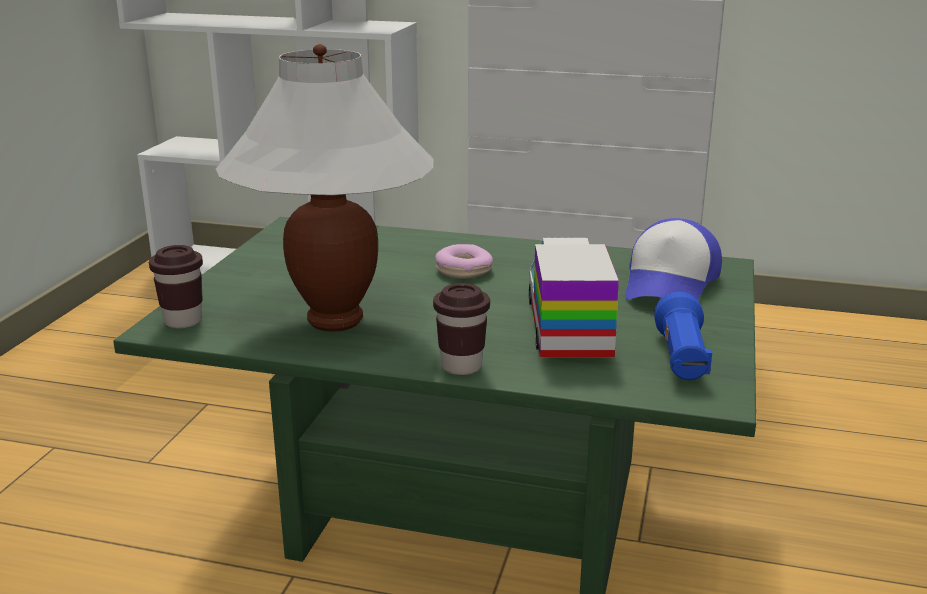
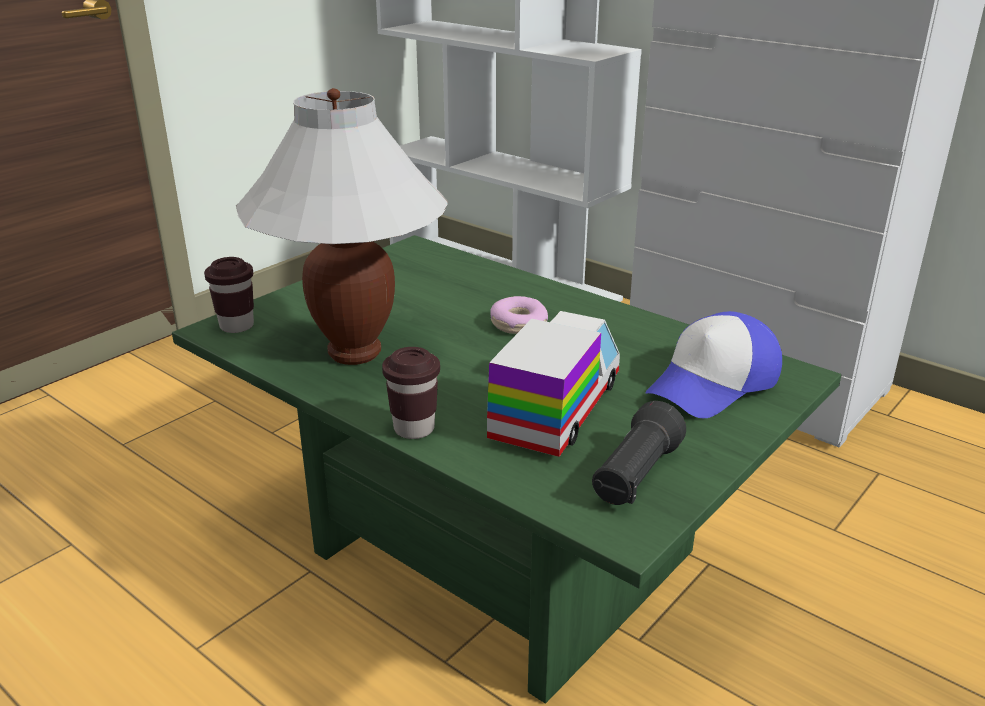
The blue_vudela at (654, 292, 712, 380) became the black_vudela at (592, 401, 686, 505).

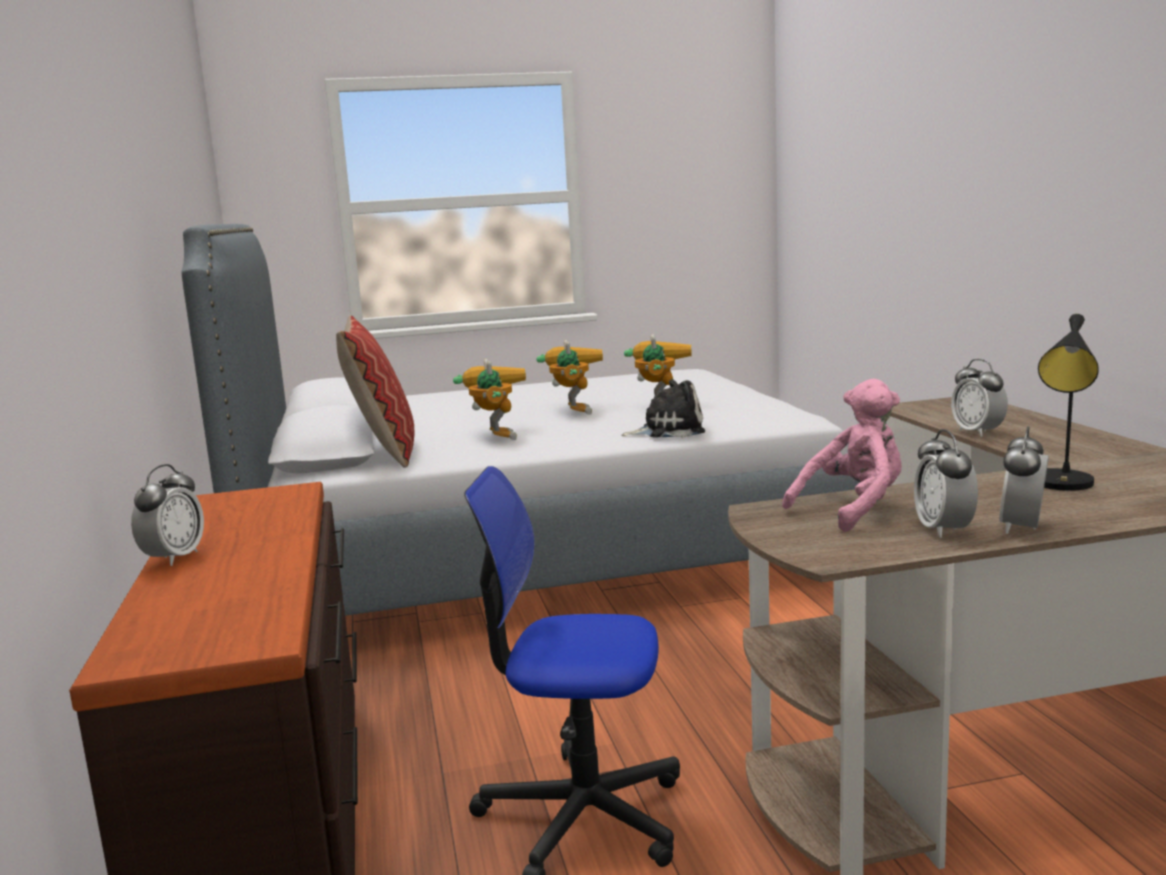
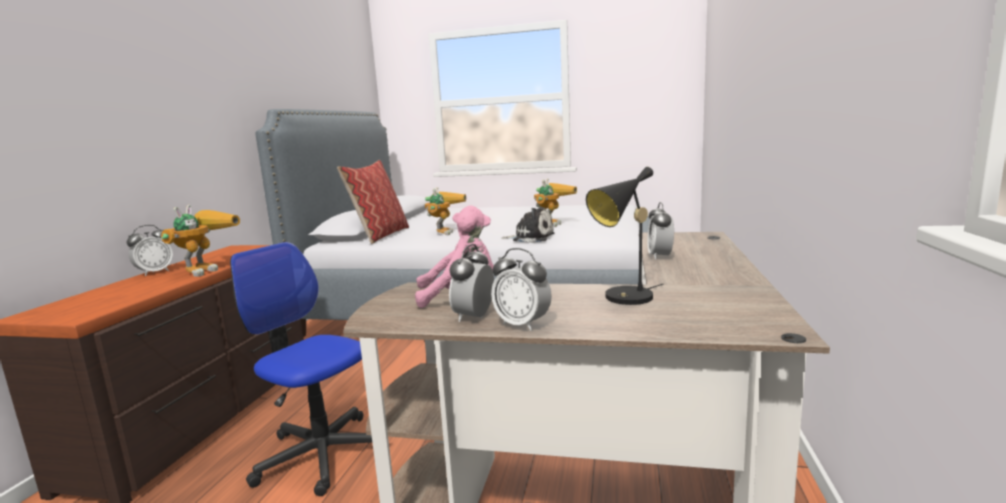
The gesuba moved from (536, 340, 603, 415) to (161, 205, 240, 277).
The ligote at (999, 426, 1049, 534) turned 105 degrees counterclockwise.

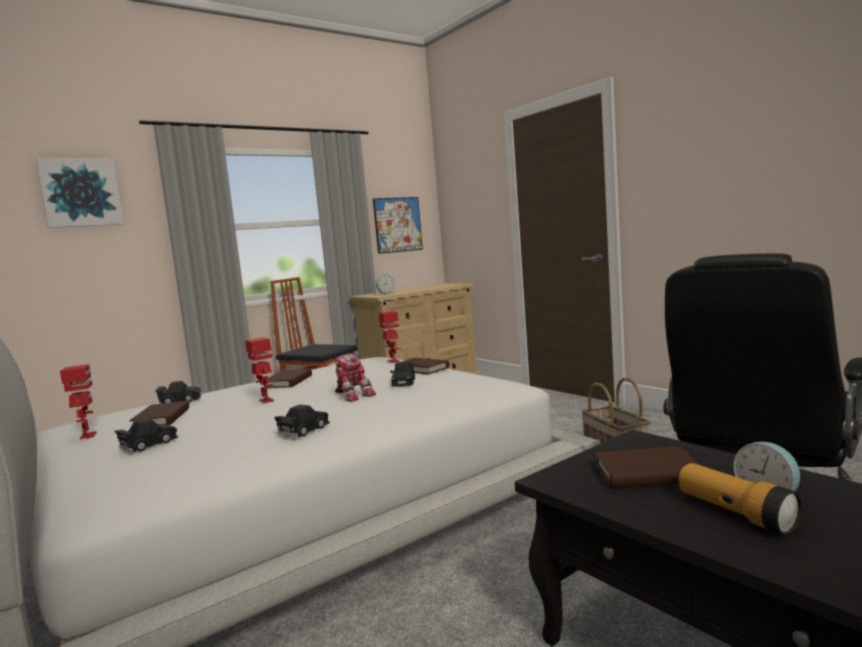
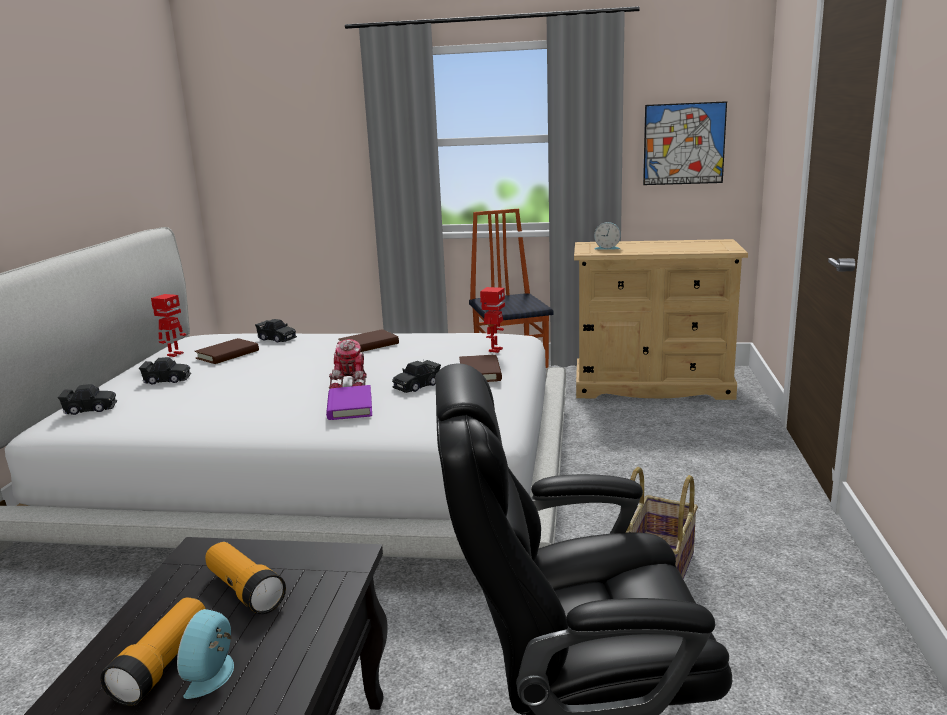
The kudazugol at (35, 157, 124, 228) disappeared.
The gesuba at (245, 337, 274, 403) disappeared.
The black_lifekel moved from (274, 404, 330, 437) to (58, 384, 117, 415).
The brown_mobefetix at (595, 446, 700, 488) was replaced by the vudela at (205, 542, 286, 614).
The purple_mobefetix at (326, 385, 372, 420) appeared.

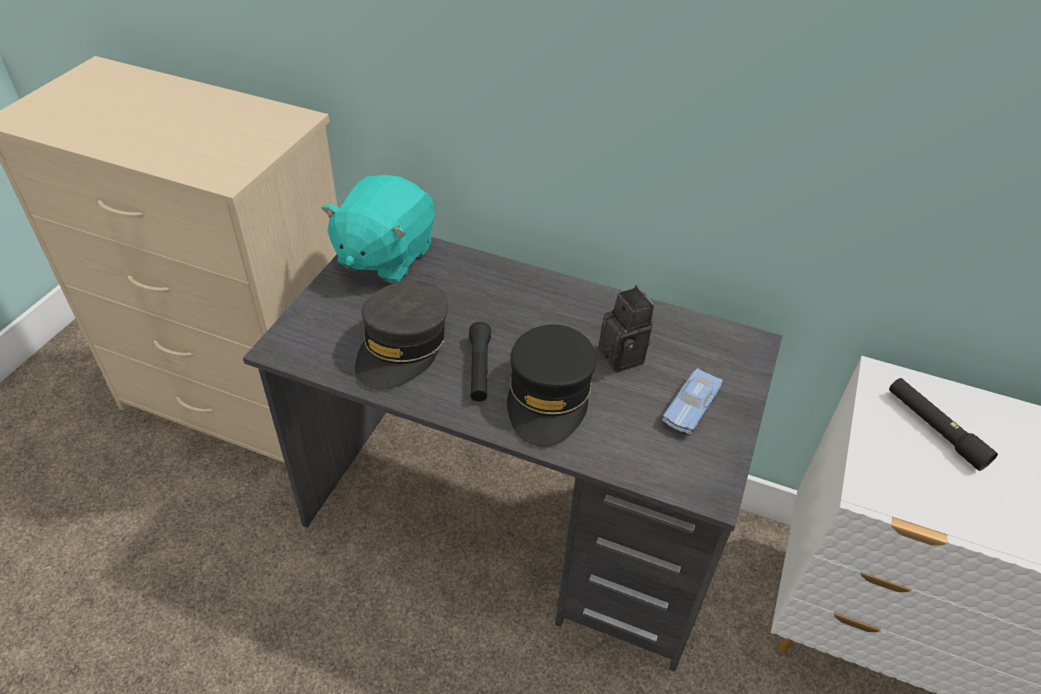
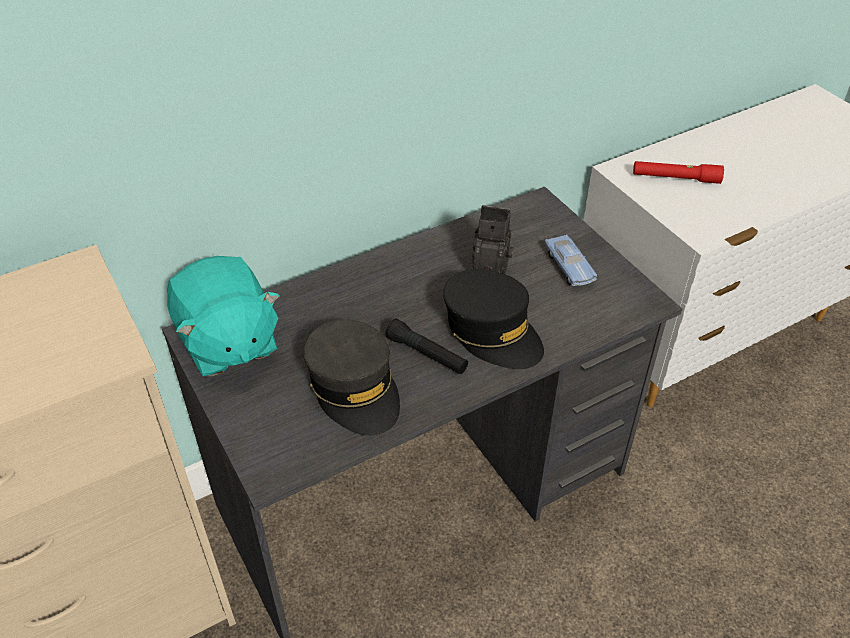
The black_vudela at (889, 378, 998, 471) became the red_vudela at (633, 161, 724, 184).

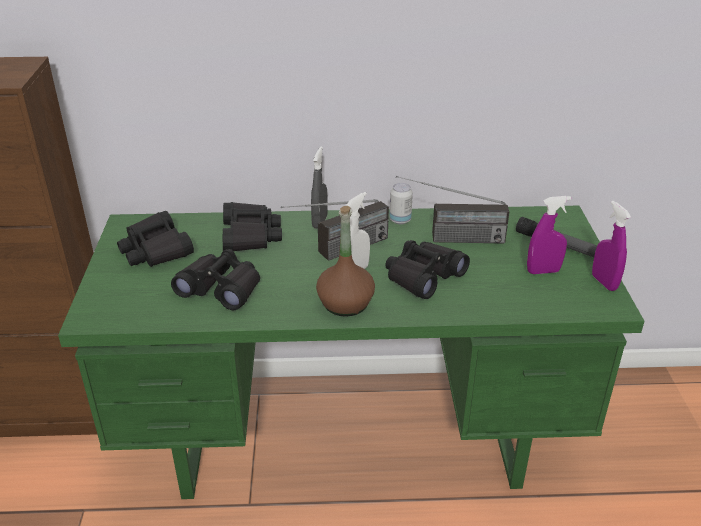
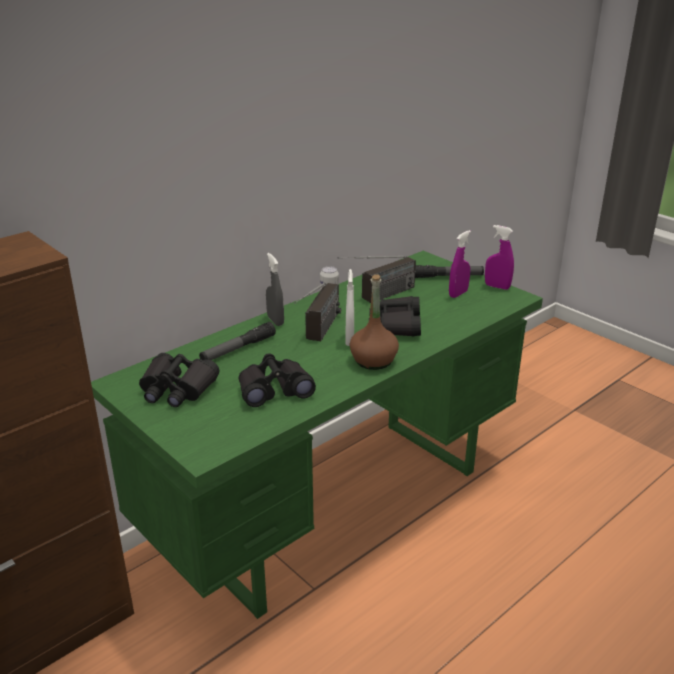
The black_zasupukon at (223, 202, 282, 251) was replaced by the vudela at (199, 322, 276, 360).

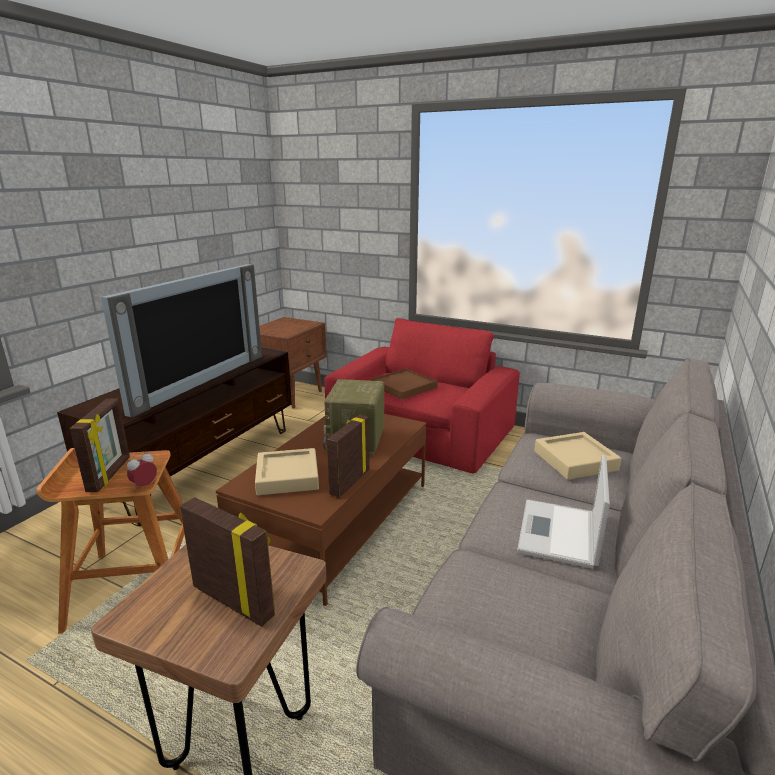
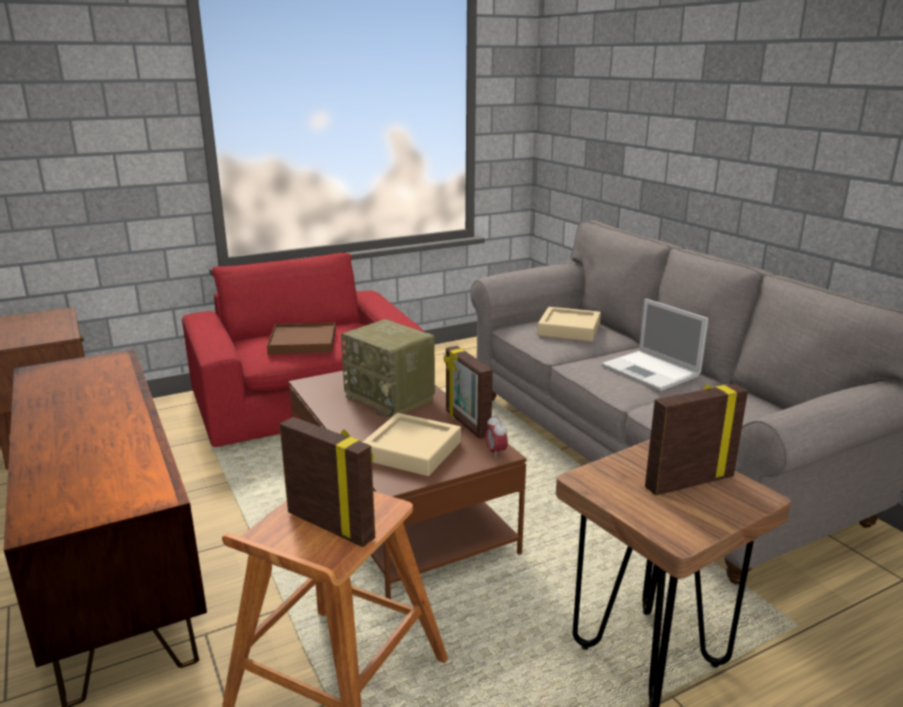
The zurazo at (101, 264, 262, 417) disappeared.
The ligote moved from (127, 451, 157, 489) to (485, 415, 508, 458).

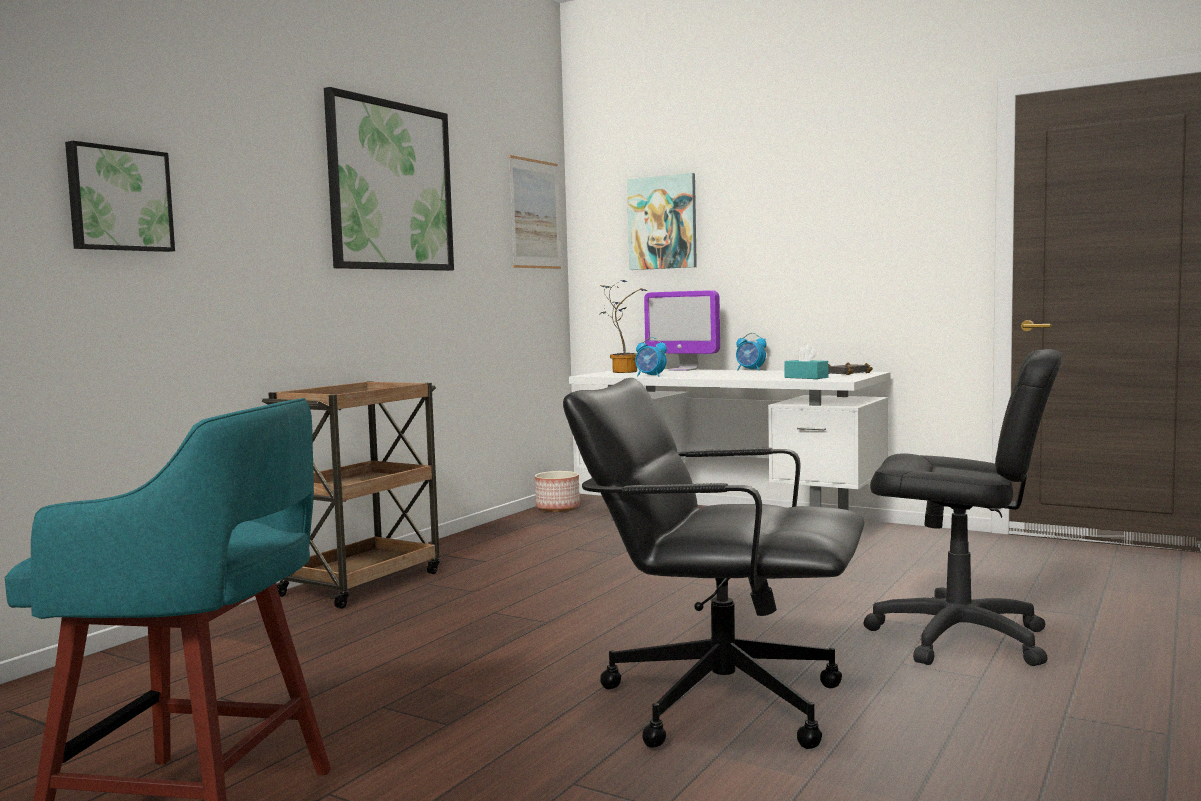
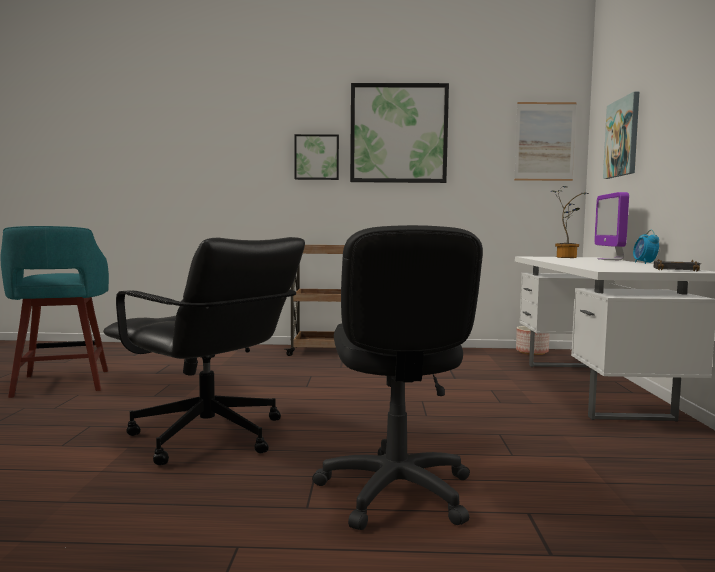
The kudazugol moved from (65, 141, 175, 252) to (295, 134, 339, 180).
The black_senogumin at (563, 378, 865, 749) turned 135 degrees clockwise.
The ligote at (635, 337, 667, 377) disappeared.
The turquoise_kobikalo at (784, 345, 828, 379) disappeared.

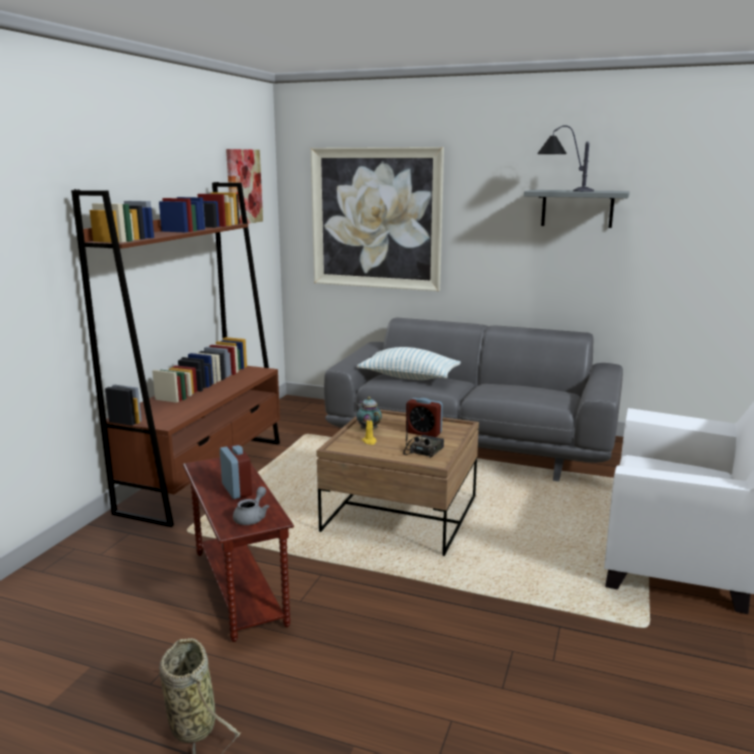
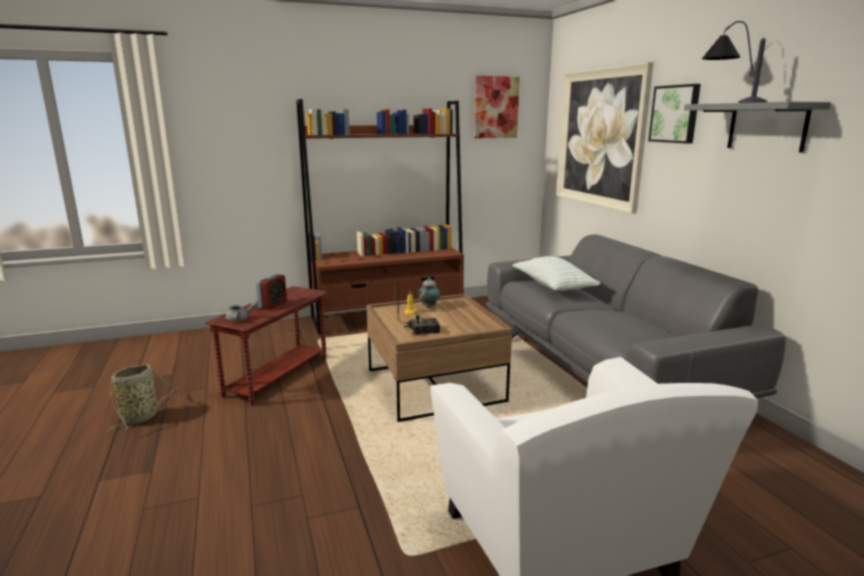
The ligote at (406, 398, 443, 437) disappeared.
The kudazugol at (648, 84, 701, 144) appeared.

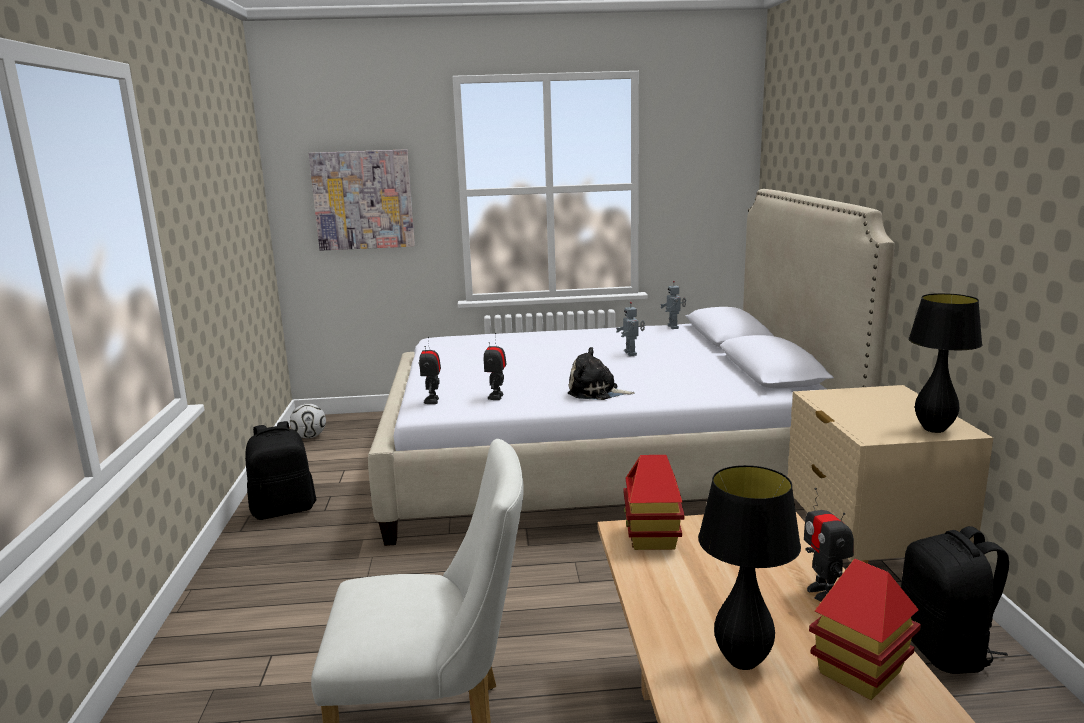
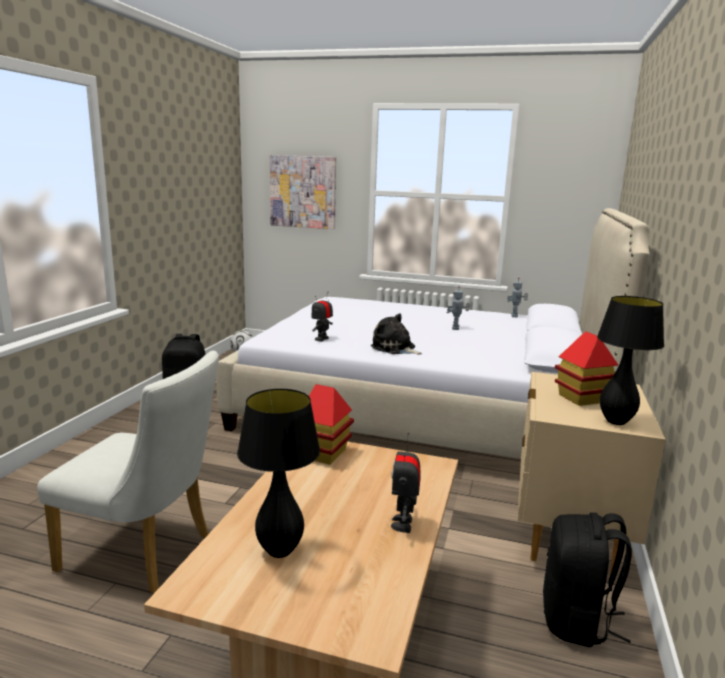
The gesuba at (419, 336, 441, 404) disappeared.
The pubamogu moved from (809, 559, 921, 700) to (555, 331, 618, 406).

